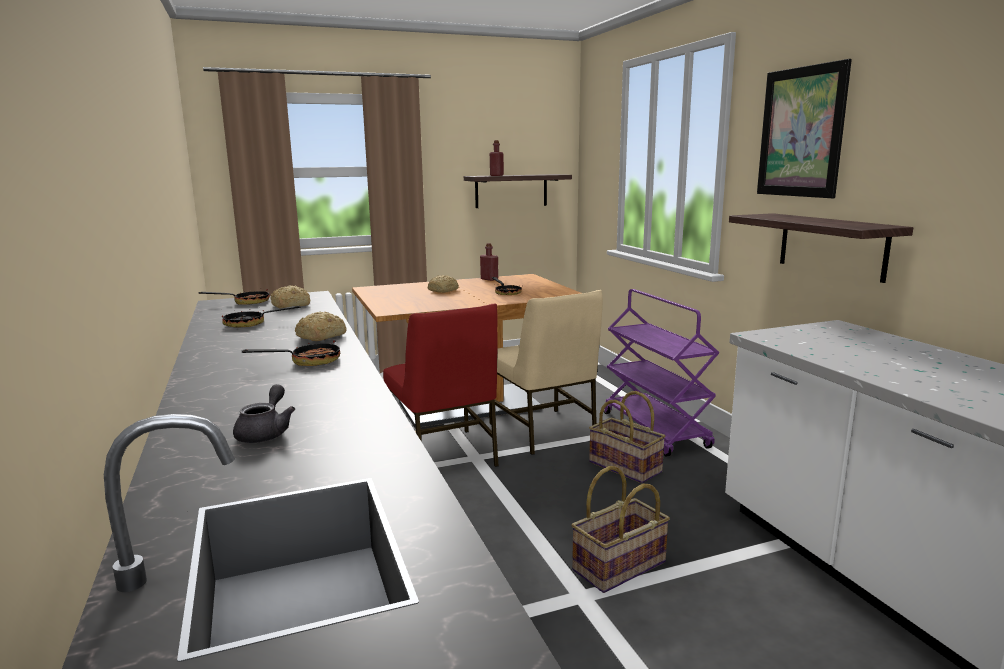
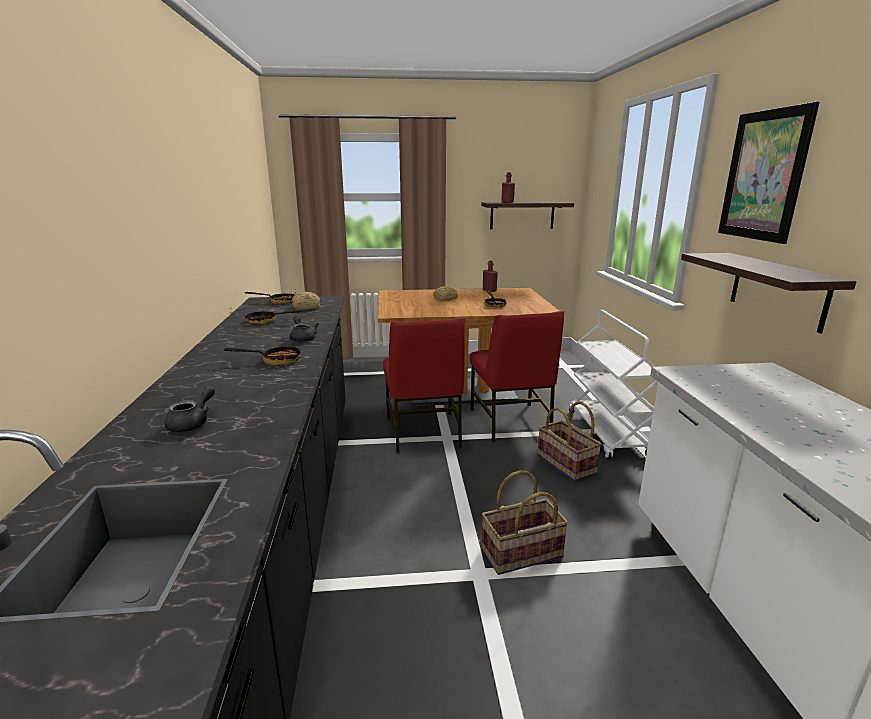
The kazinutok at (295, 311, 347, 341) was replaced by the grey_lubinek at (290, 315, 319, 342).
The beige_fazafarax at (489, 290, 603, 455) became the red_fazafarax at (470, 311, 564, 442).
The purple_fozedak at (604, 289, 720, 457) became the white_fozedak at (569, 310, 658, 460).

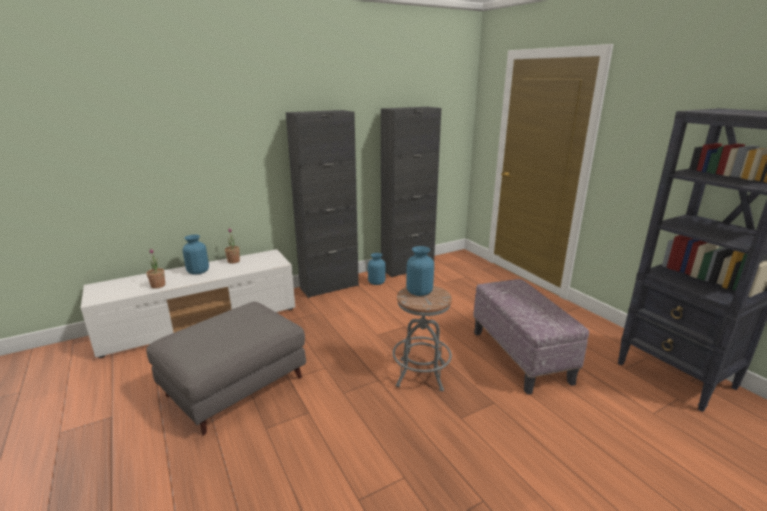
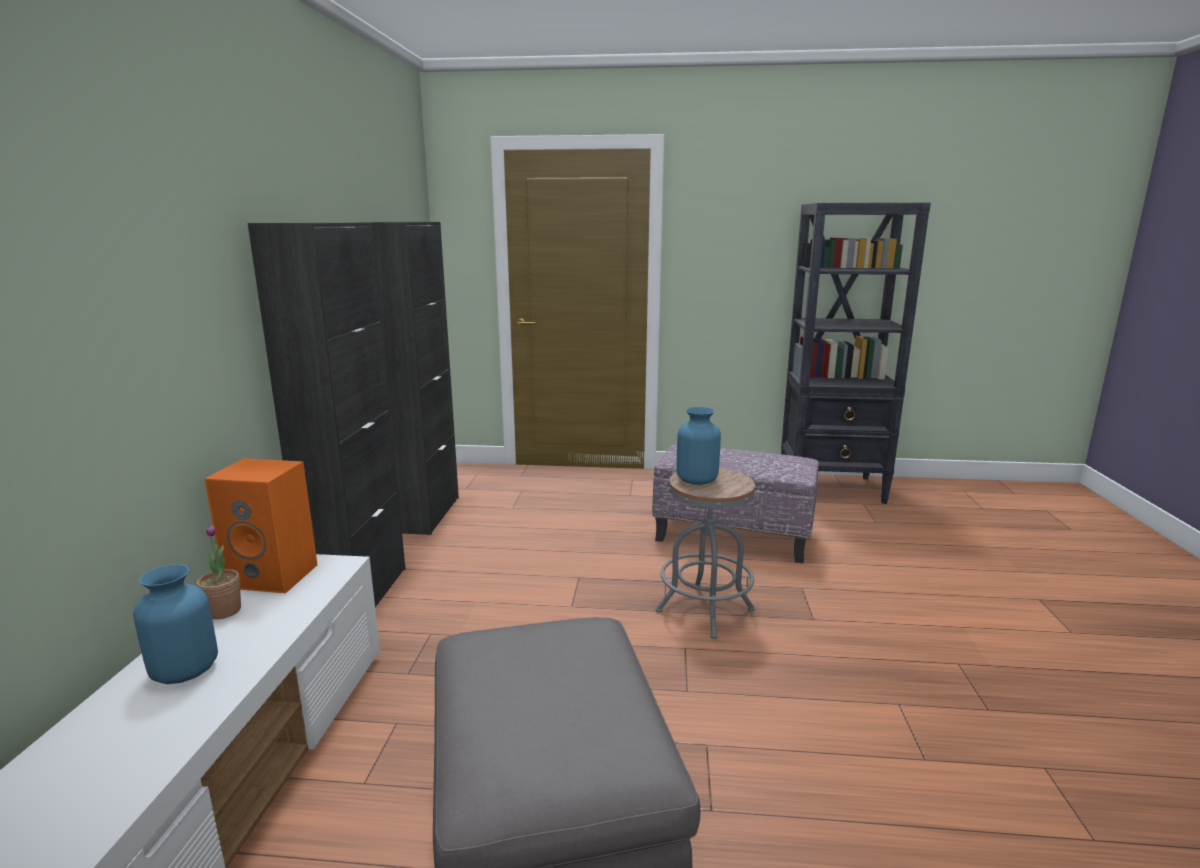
The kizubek at (147, 249, 165, 289) disappeared.
The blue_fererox at (368, 253, 386, 285) disappeared.
The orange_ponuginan at (204, 458, 318, 593) appeared.

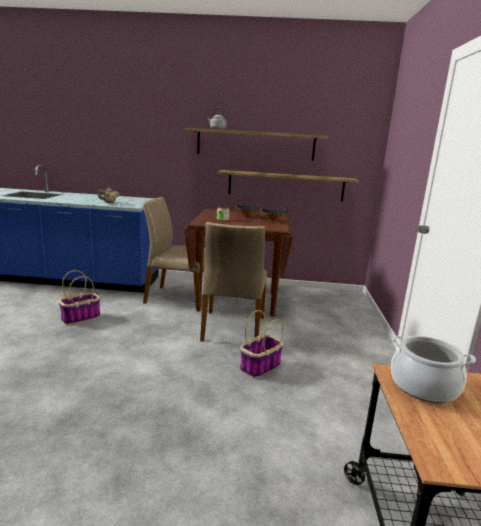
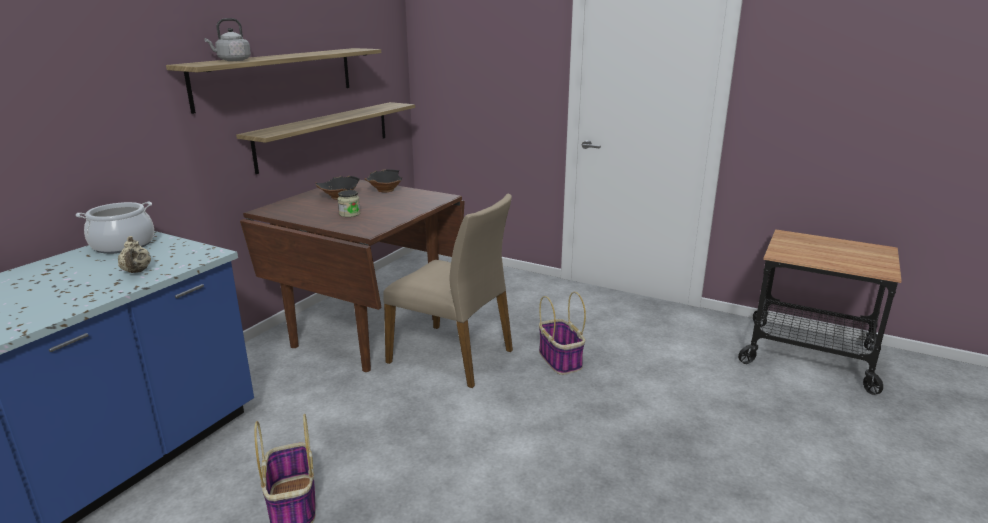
The beige_fazafarax at (143, 197, 205, 312) disappeared.
The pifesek moved from (391, 335, 476, 403) to (76, 201, 154, 254).

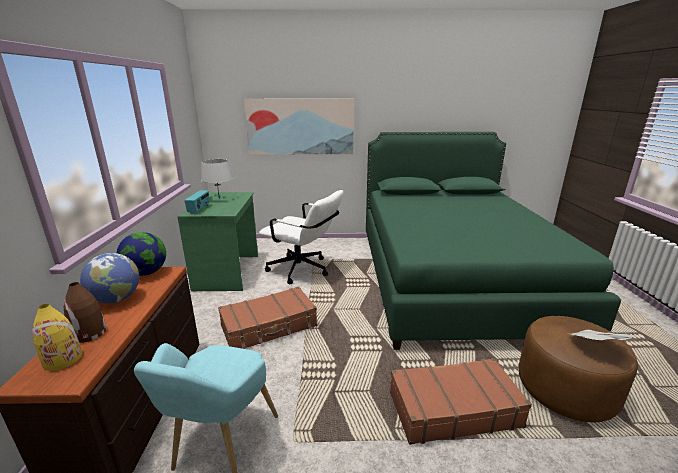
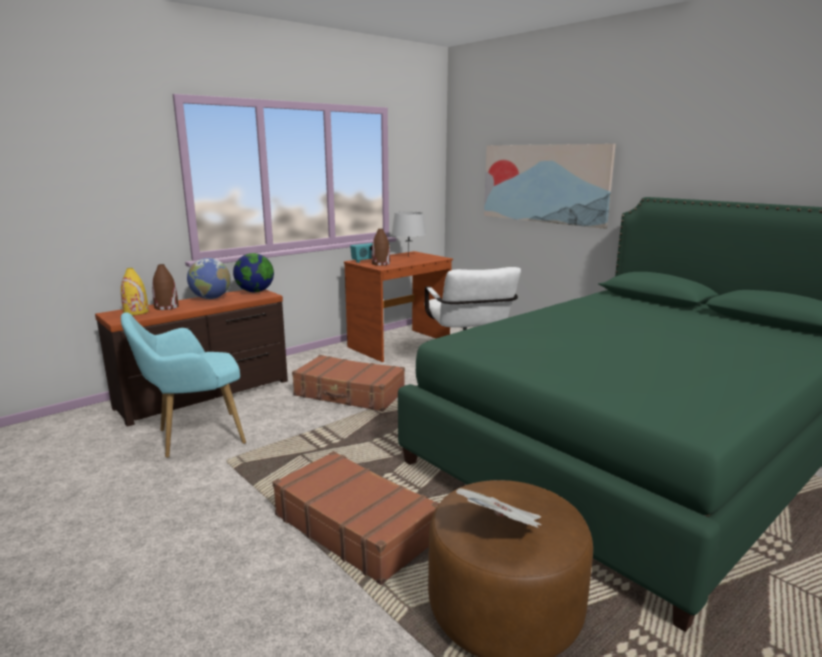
The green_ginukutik at (178, 192, 258, 291) became the brown_ginukutik at (344, 251, 453, 362).
The brown_fererox at (372, 229, 390, 266) appeared.

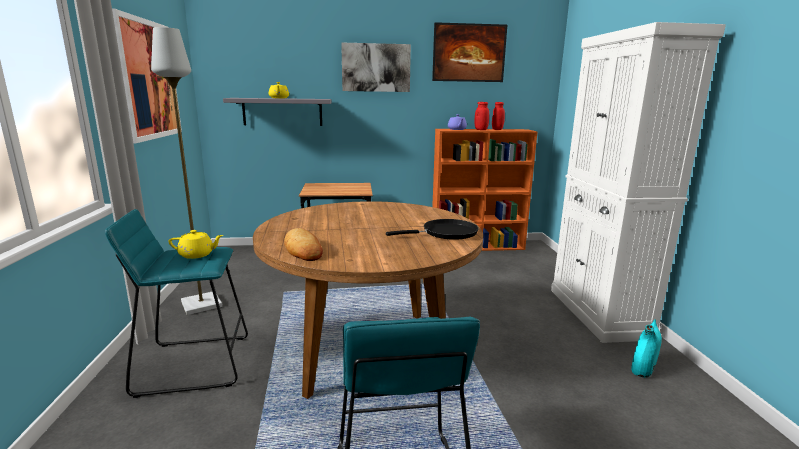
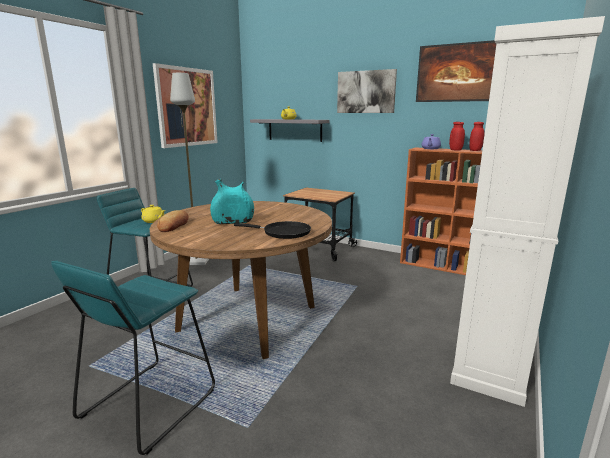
The turquoise_fererox moved from (631, 319, 662, 378) to (210, 179, 254, 224).

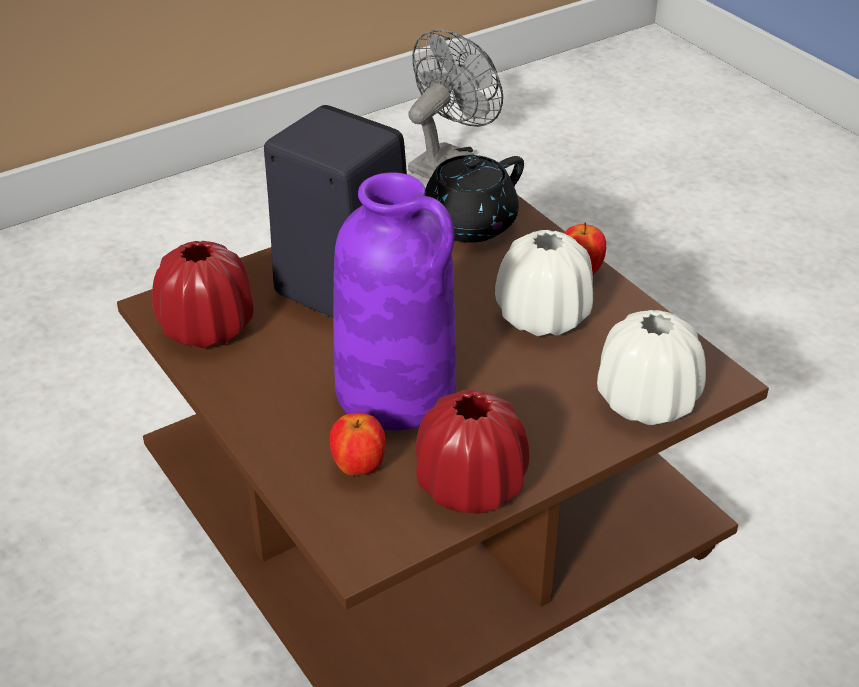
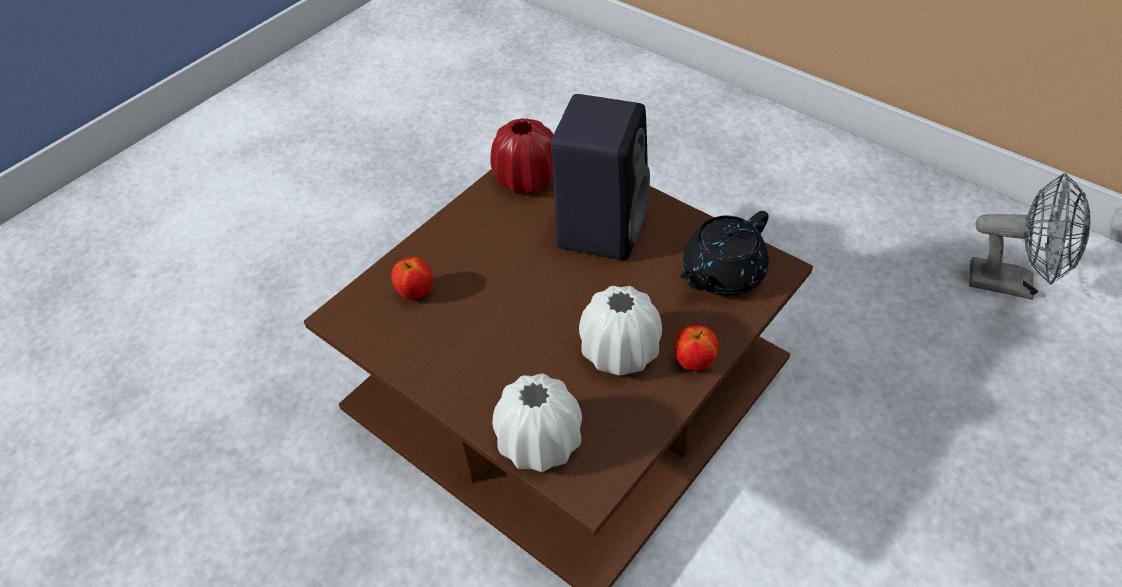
The purple_fererox at (333, 172, 456, 431) disappeared.
The red_fererox at (416, 390, 530, 514) disappeared.
The black_lubinek at (425, 155, 524, 243) turned 75 degrees counterclockwise.

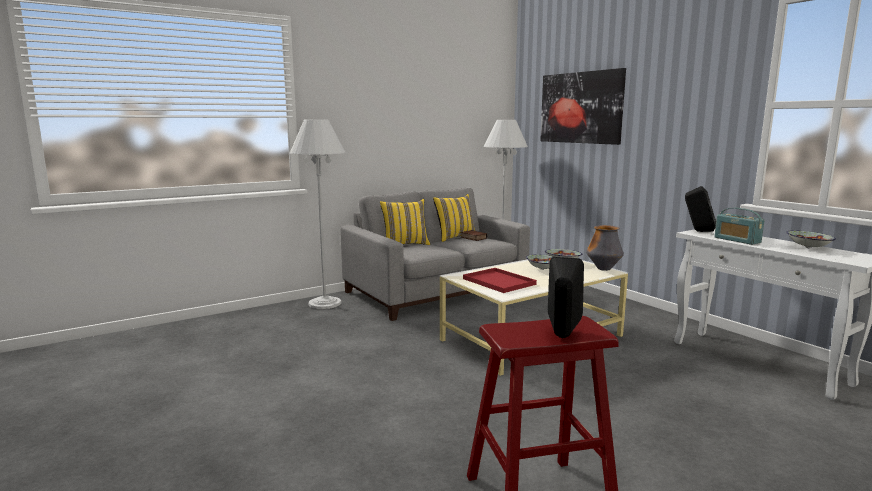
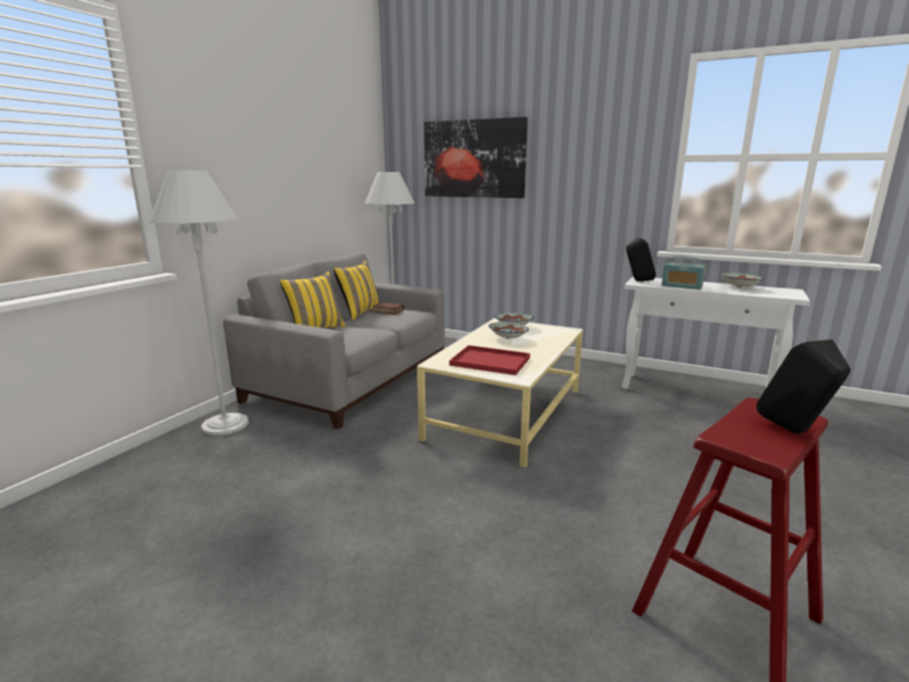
The fererox at (586, 225, 624, 271) disappeared.

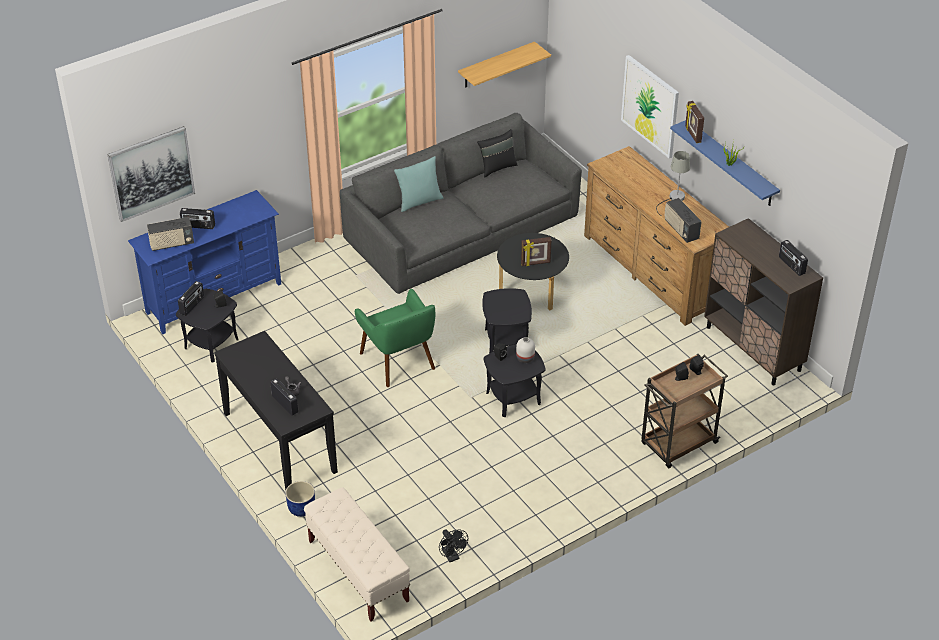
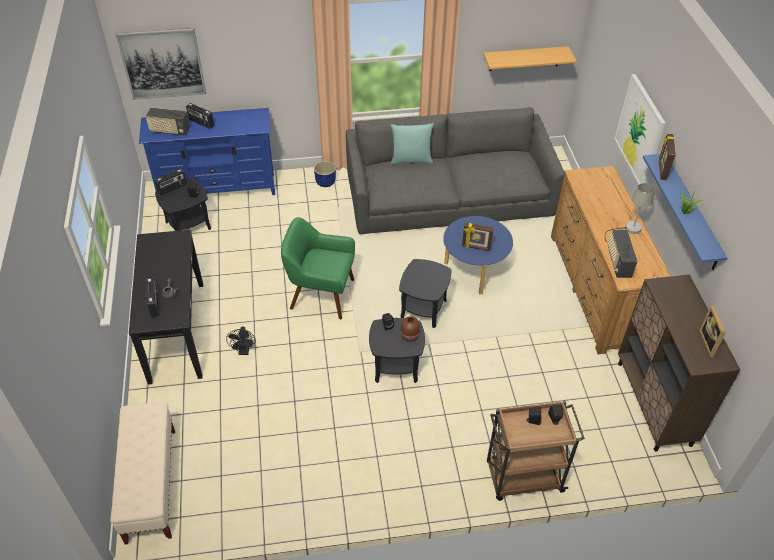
The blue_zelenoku moved from (285, 481, 315, 517) to (314, 161, 336, 187).
The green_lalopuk at (355, 289, 435, 387) turned 105 degrees clockwise.
The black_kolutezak moved from (439, 530, 468, 562) to (226, 326, 256, 355).
The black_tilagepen at (477, 129, 517, 178) disappeared.
The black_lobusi at (497, 233, 569, 310) became the blue_lobusi at (443, 216, 513, 294).
The white_fererox at (516, 337, 535, 363) became the brown_fererox at (401, 317, 420, 342).
The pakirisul at (779, 240, 808, 276) was replaced by the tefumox at (699, 306, 726, 357).

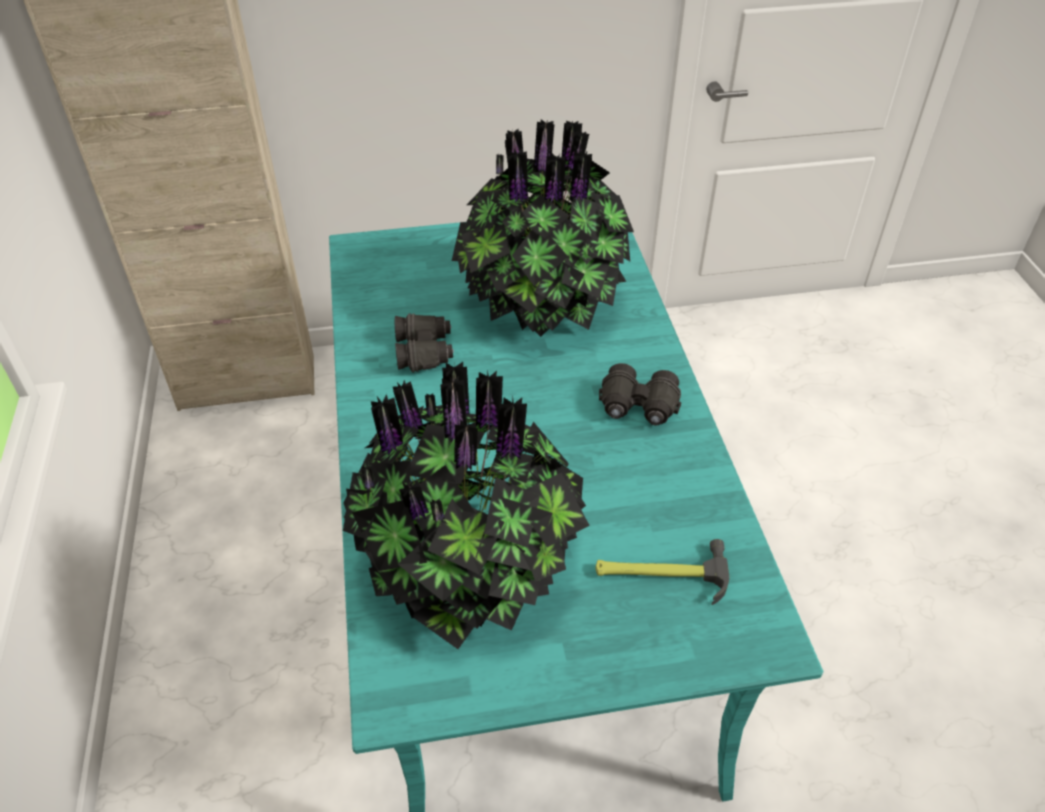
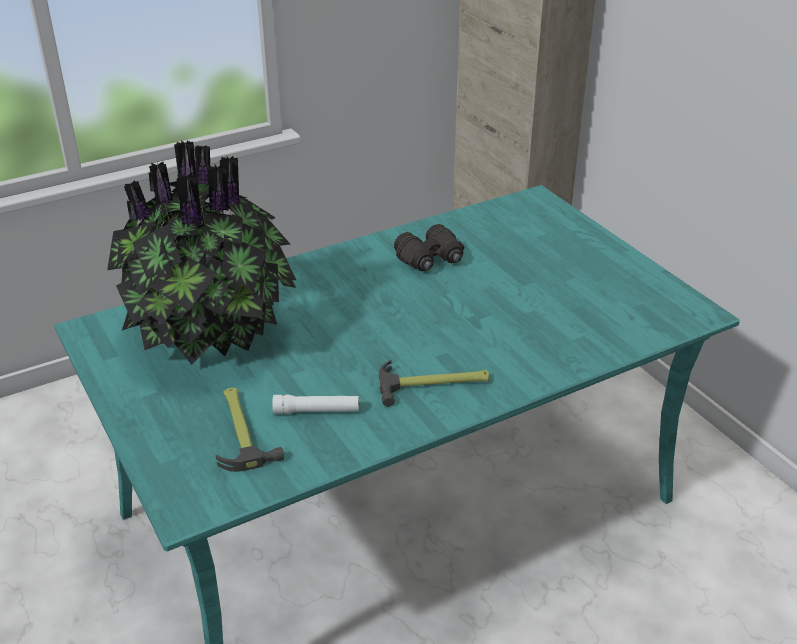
The kizubek at (452, 119, 634, 337) disappeared.
The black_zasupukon at (599, 363, 681, 426) was replaced by the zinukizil at (379, 360, 489, 407).
The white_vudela at (272, 395, 359, 414) appeared.

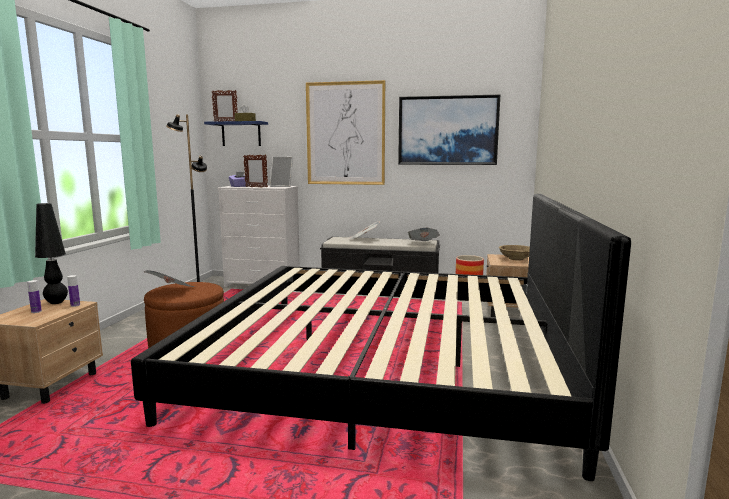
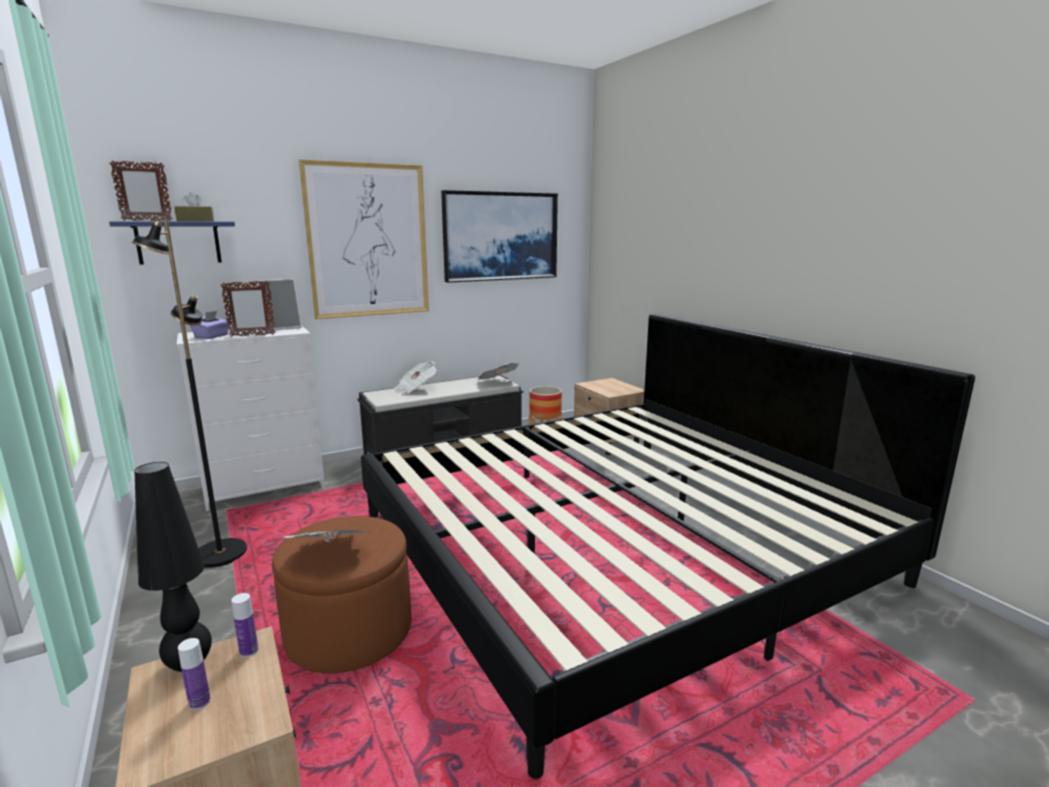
The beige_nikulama at (499, 245, 530, 260) disappeared.

